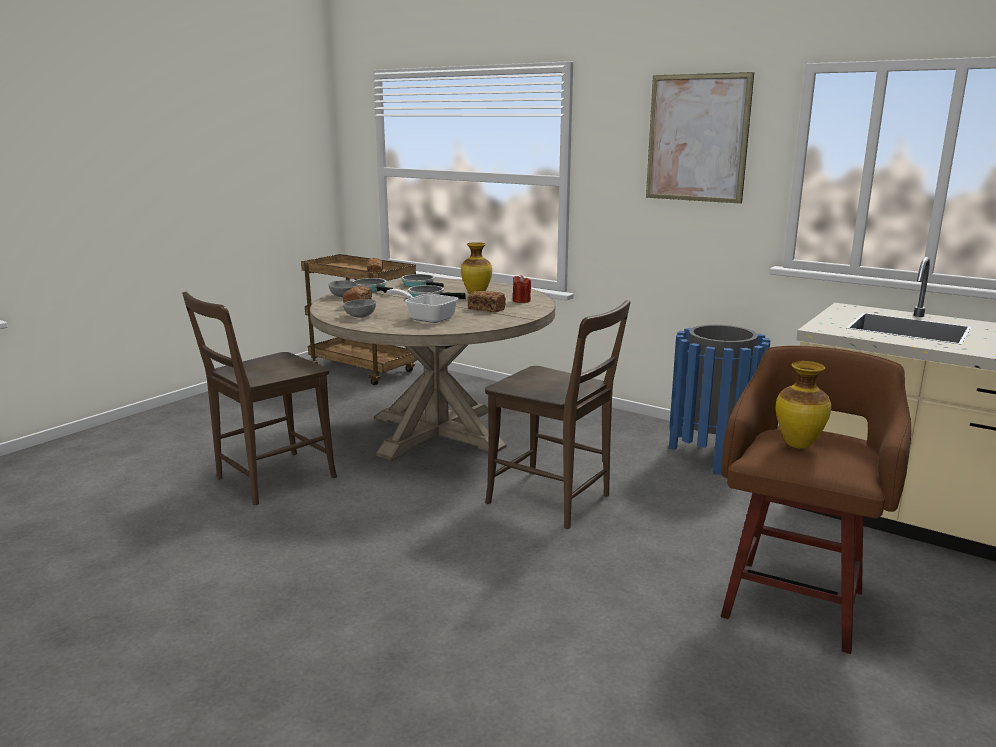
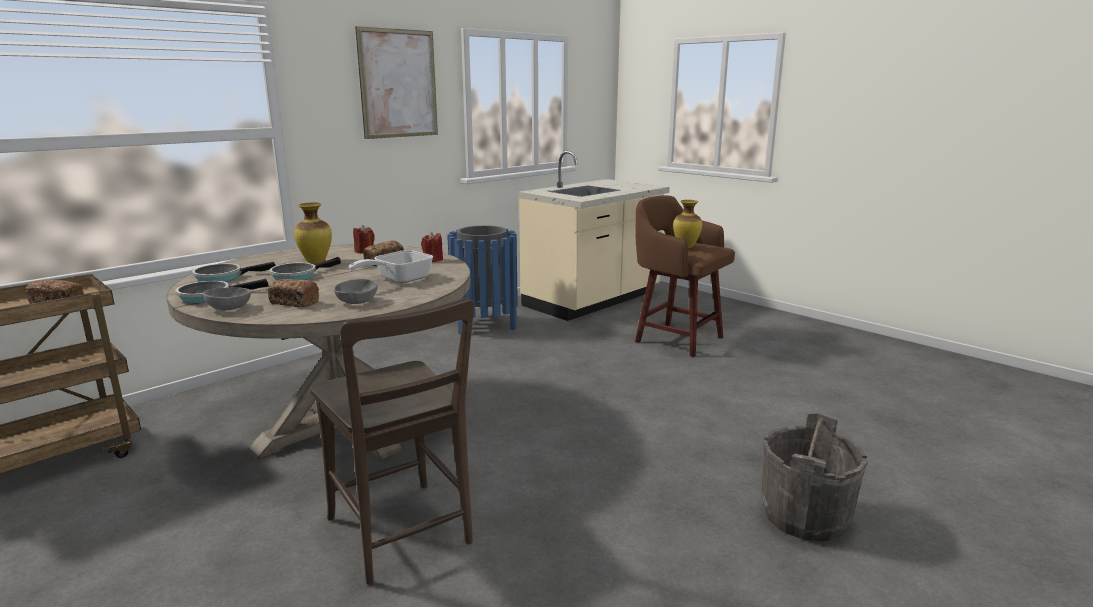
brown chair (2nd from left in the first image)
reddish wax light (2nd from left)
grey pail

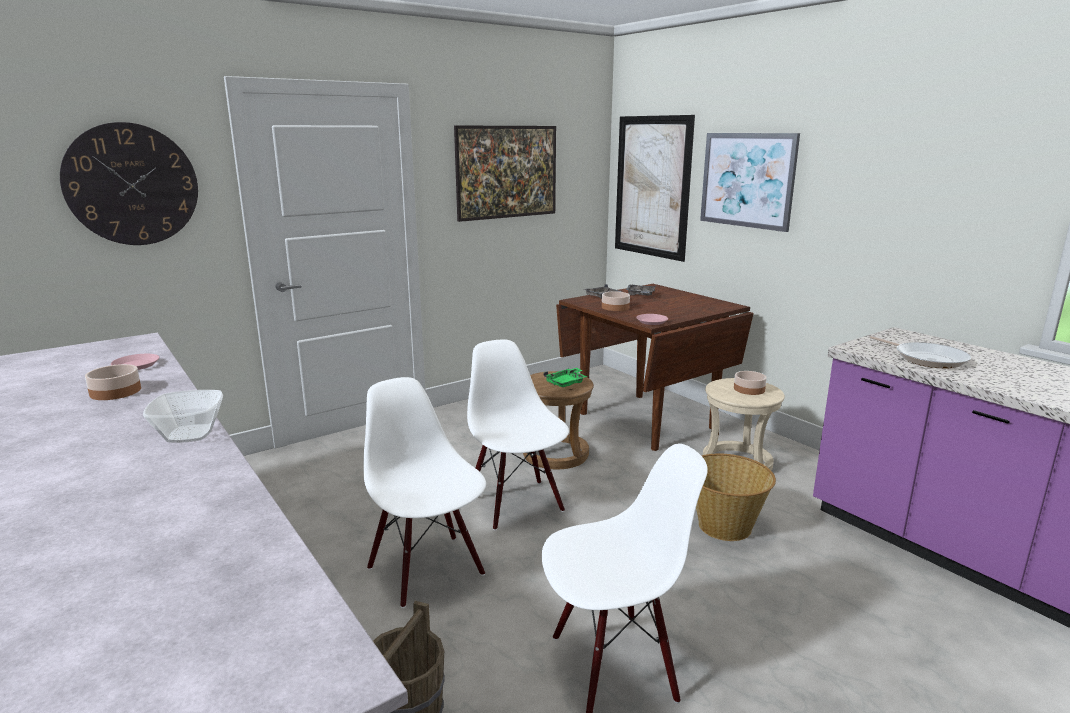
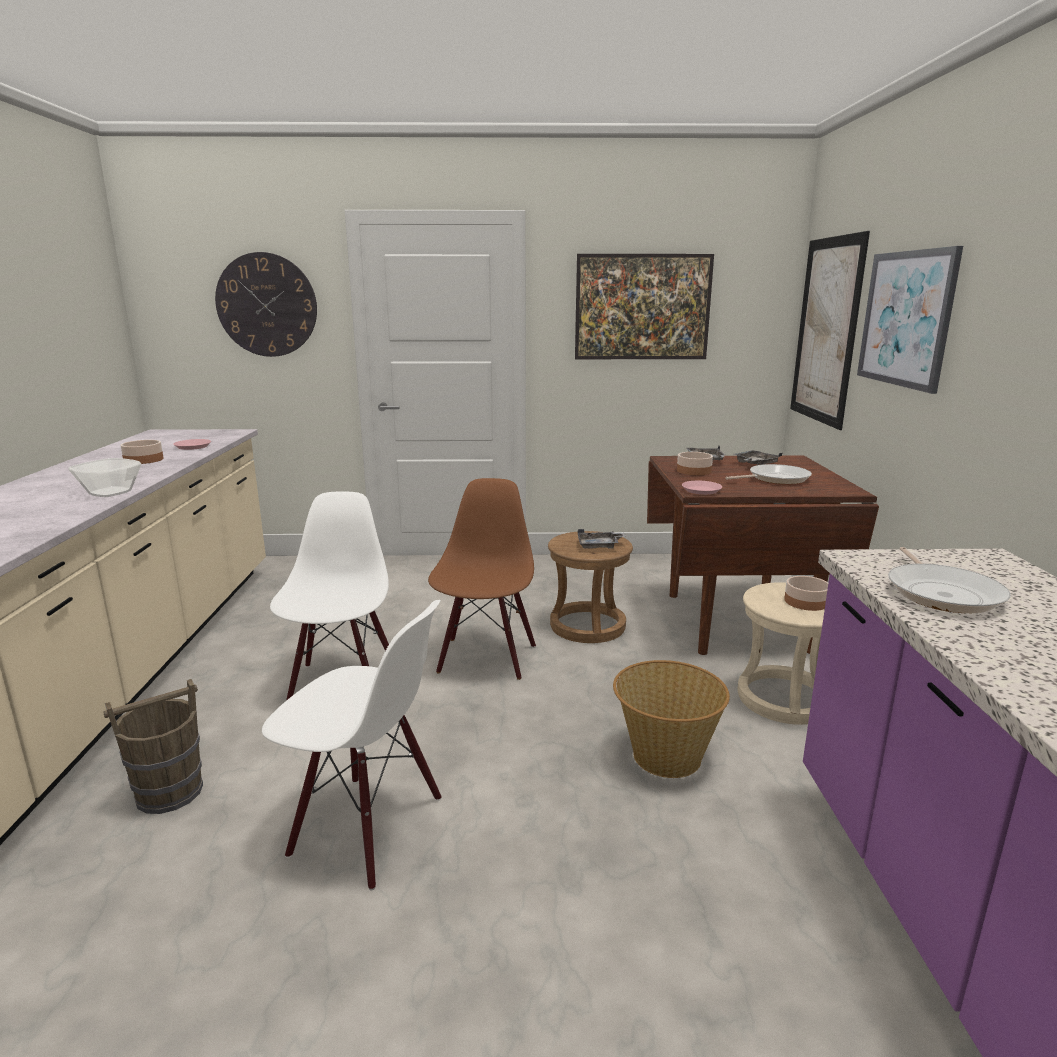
frying pan (1st from left)
brown chair
grey tray (1st from left)

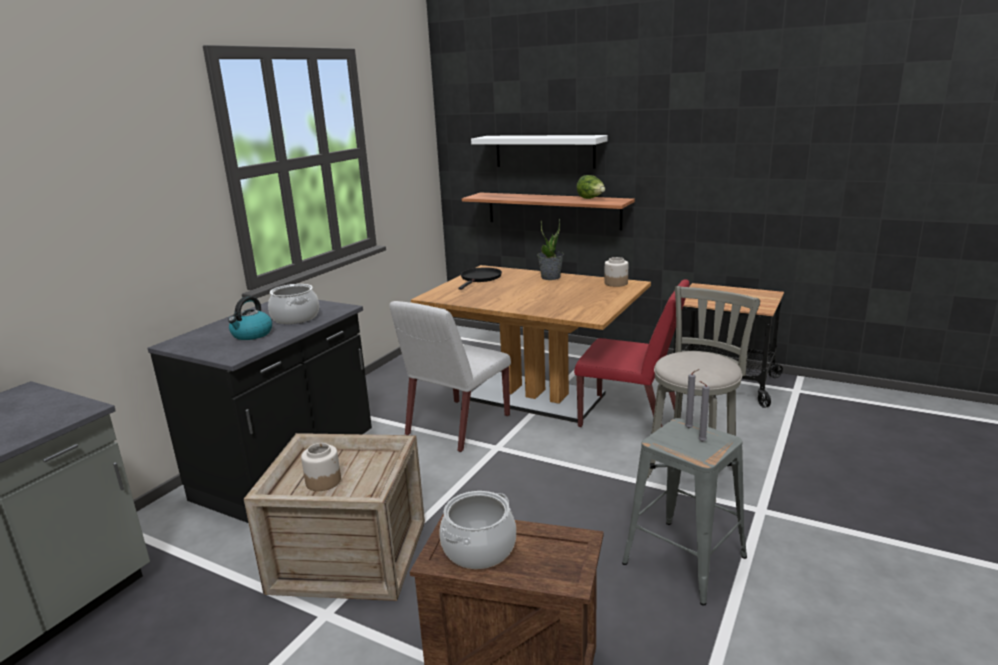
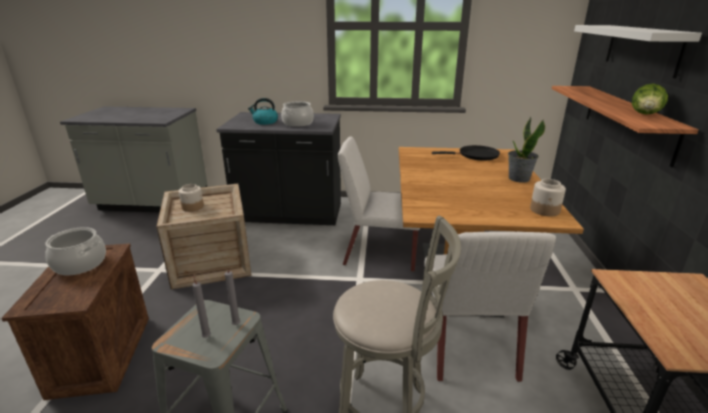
whitish chair (2nd from left)

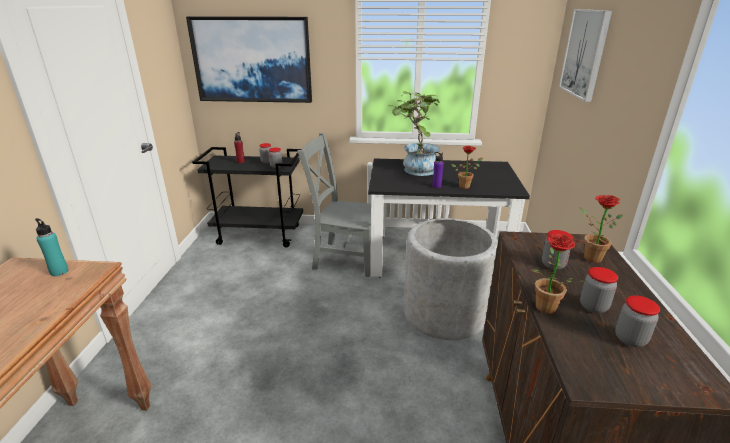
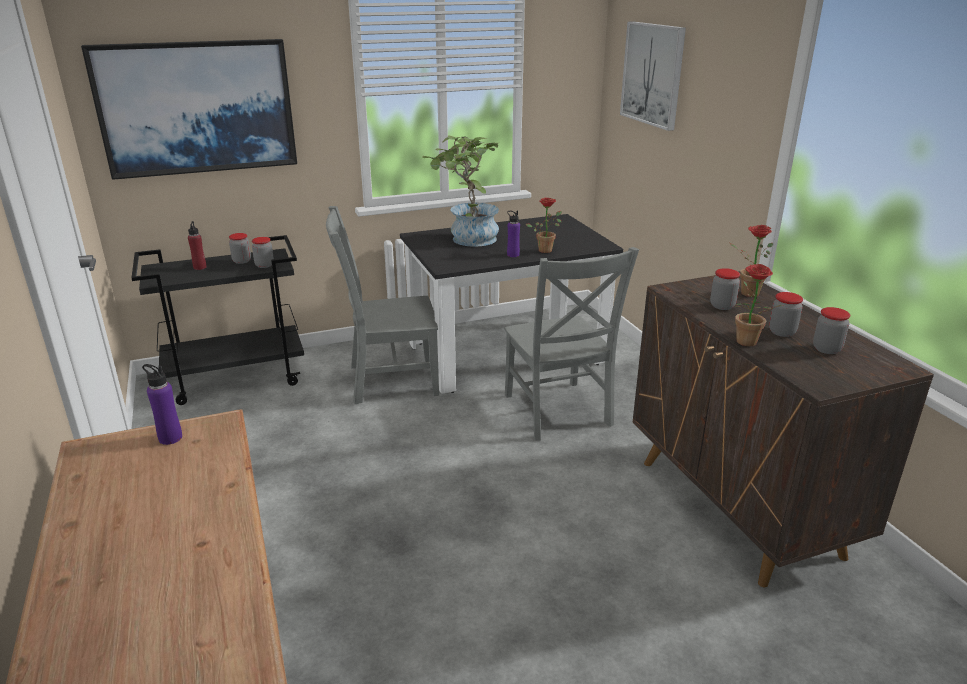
grey chair (2nd from left)
purple-coloured drink bottle (1st from left)

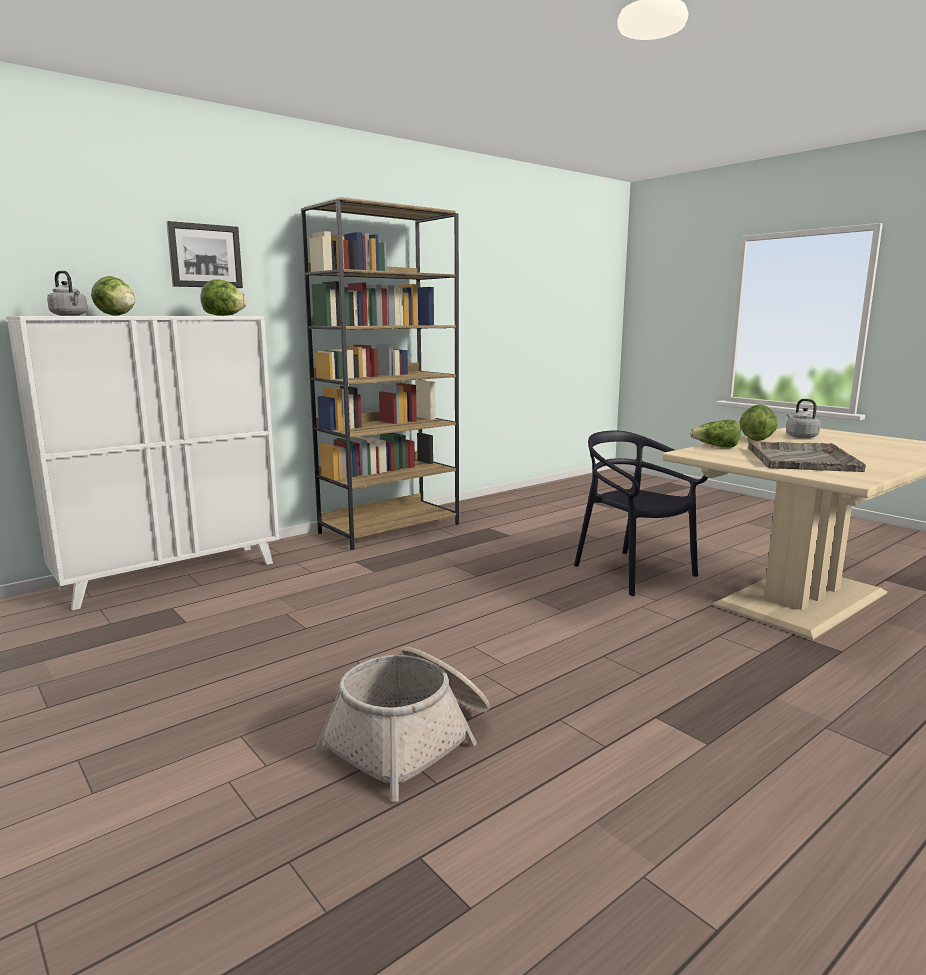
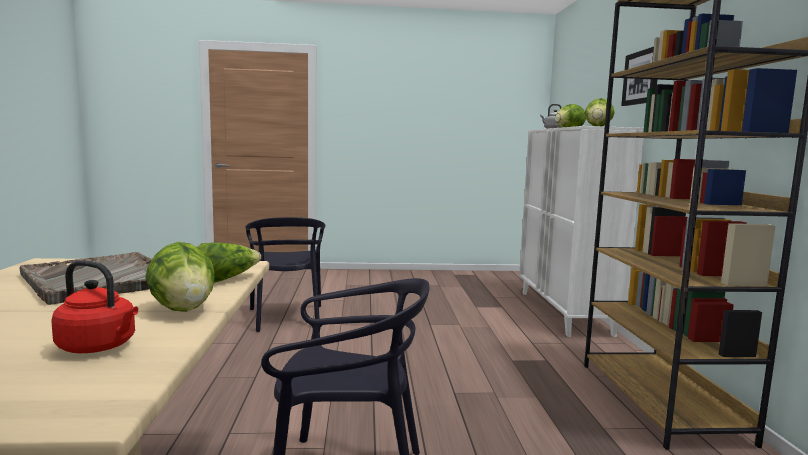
blackish chair (1st from left)
reddish water kettle

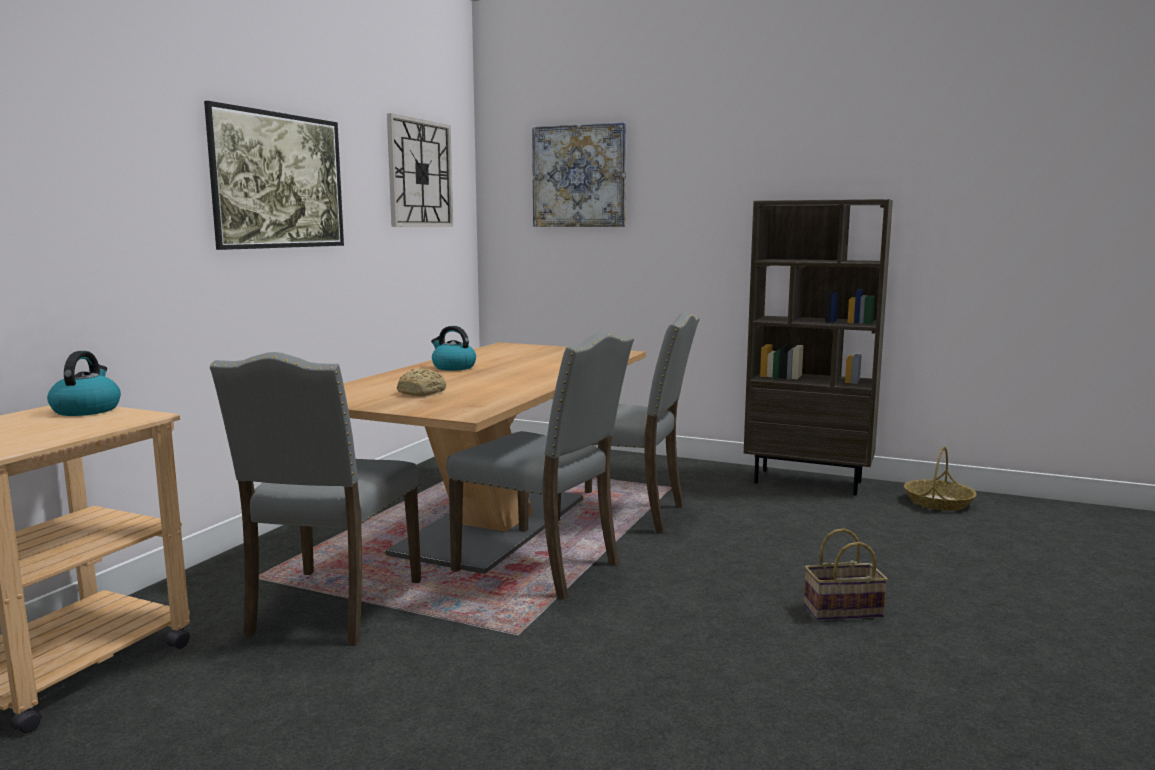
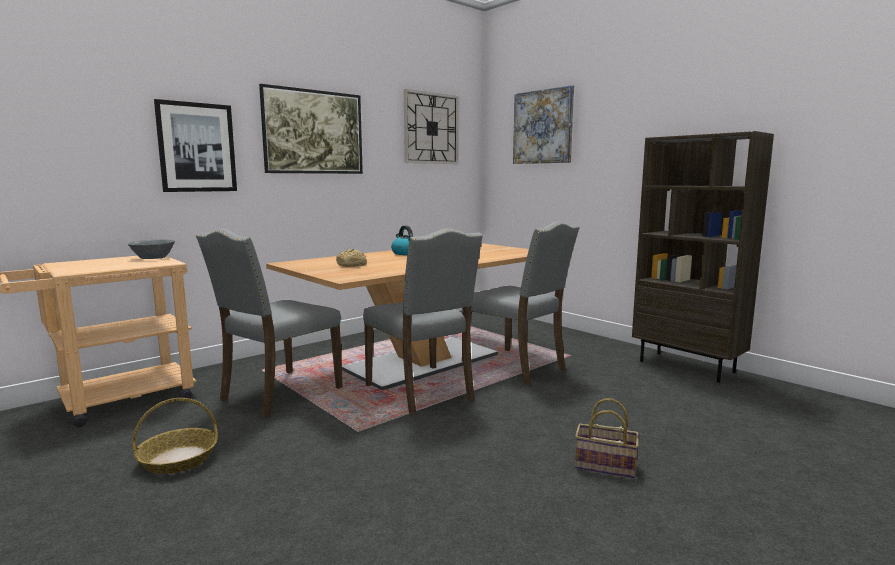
wall art (1st from left)
household basket (1st from left)
grey serving bowl

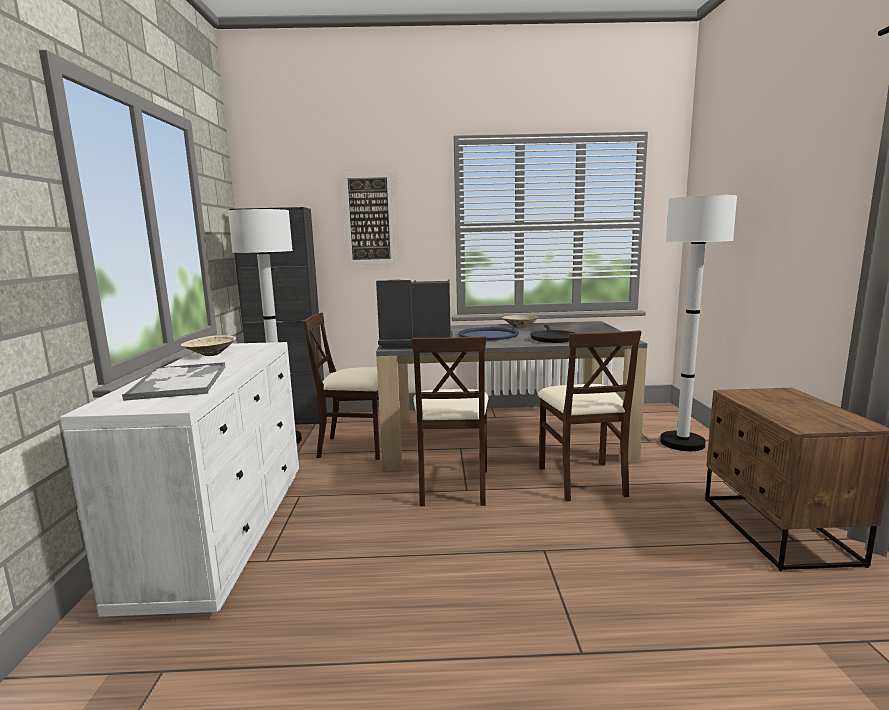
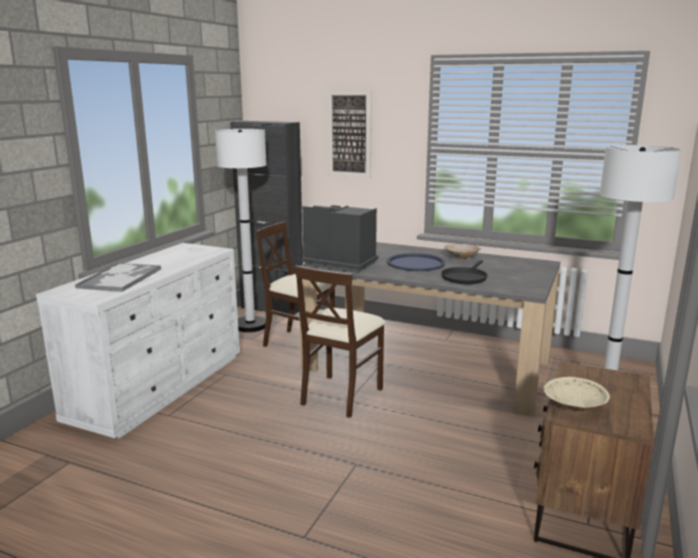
sand-coloured chair (3rd from left in the first image)
sand-coloured serving bowl (2nd from left)

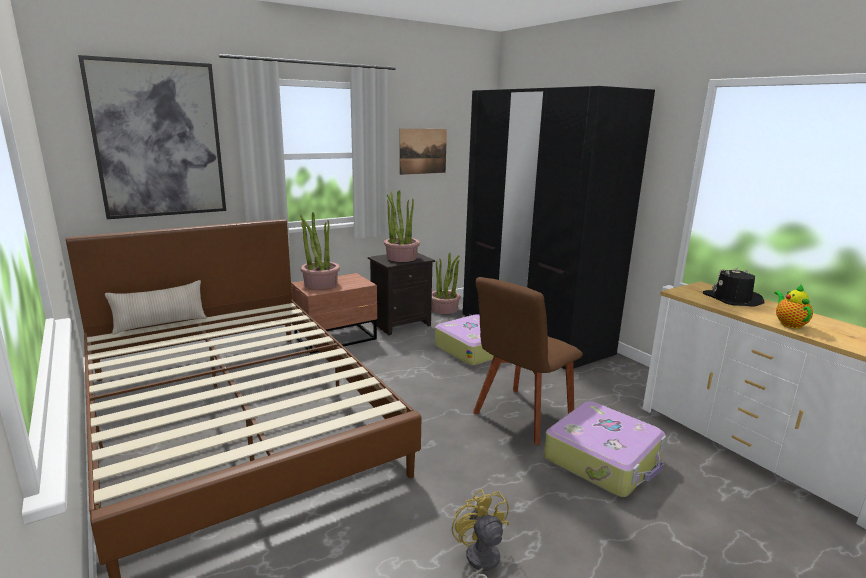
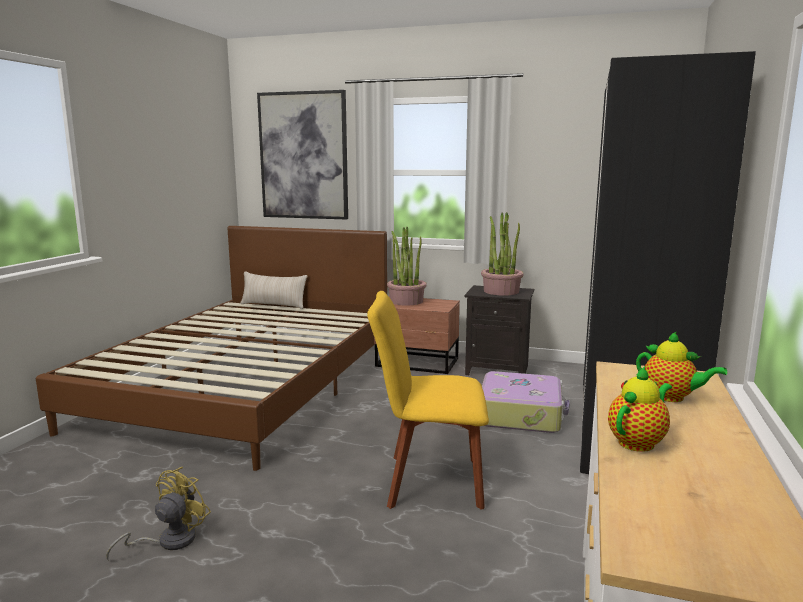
wall art (2nd from left in the first image)
plant in a pot (3rd from left in the first image)
travel case (2nd from left in the first image)
teapot (2nd from left)
yellowish chair

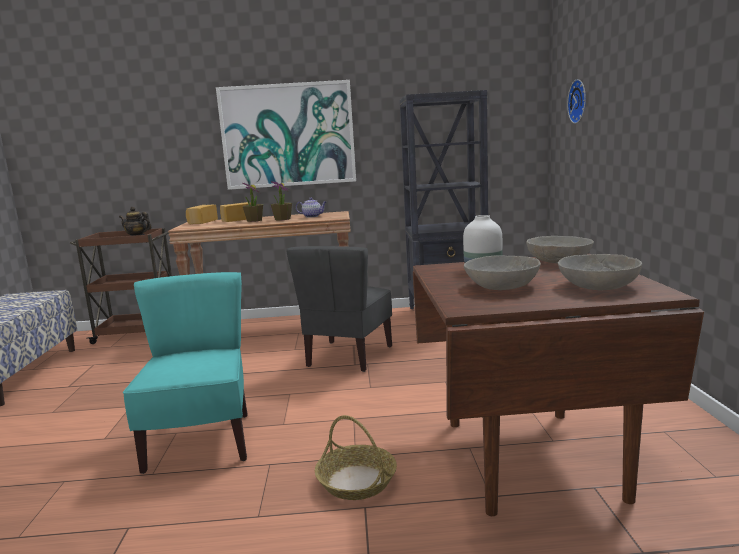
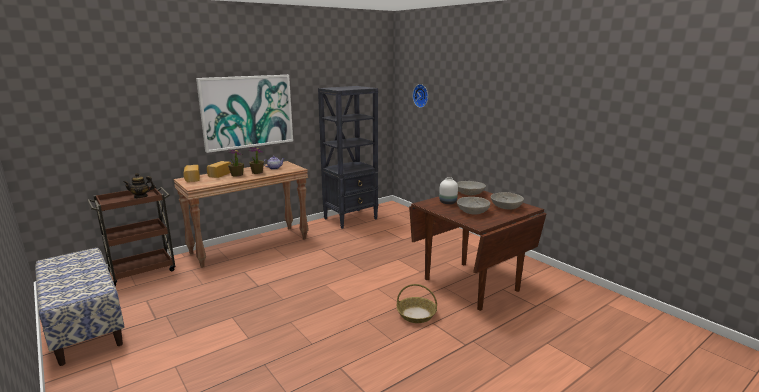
turquoise chair
grey chair

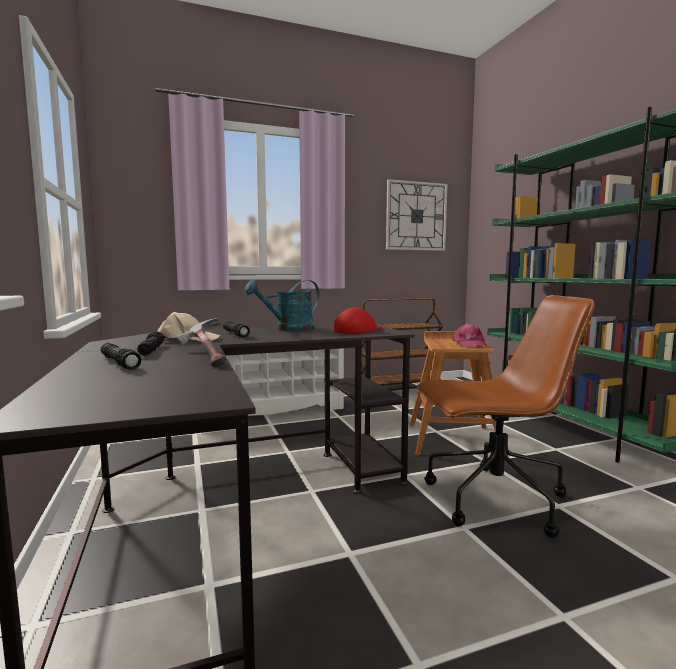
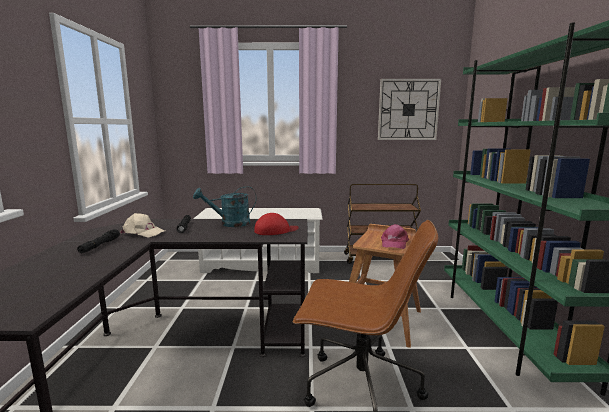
blackish flashlight (1st from left in the first image)
tool hammer

